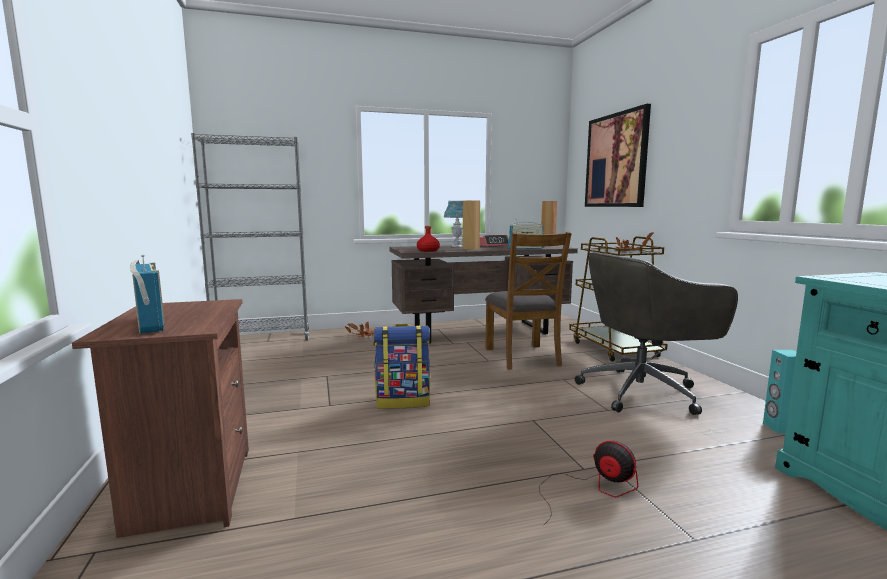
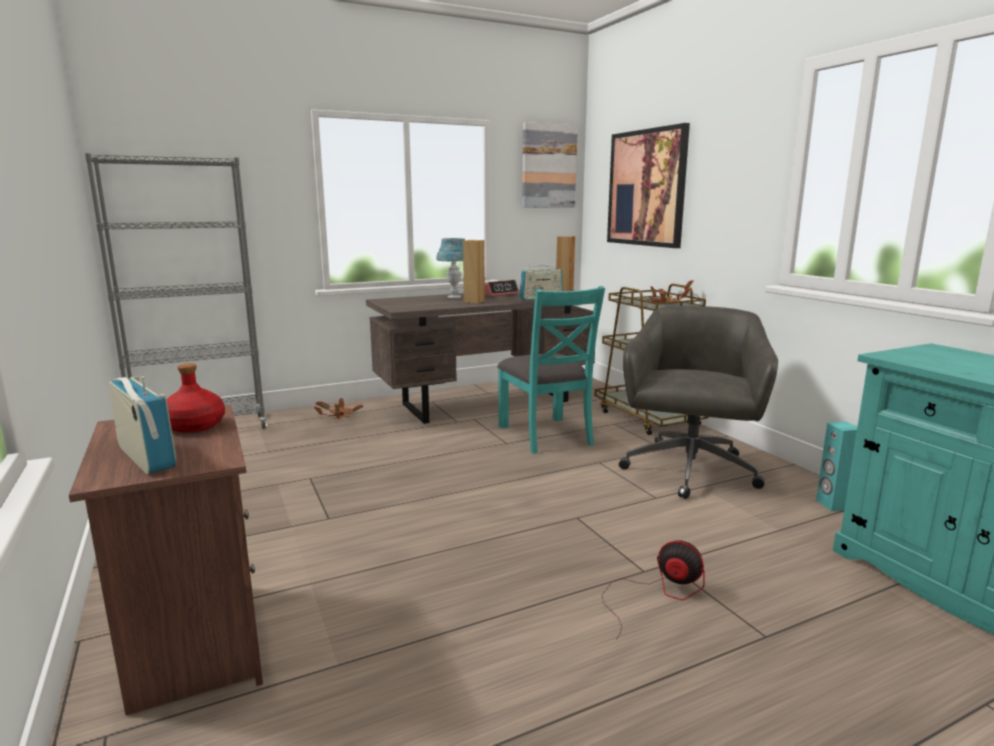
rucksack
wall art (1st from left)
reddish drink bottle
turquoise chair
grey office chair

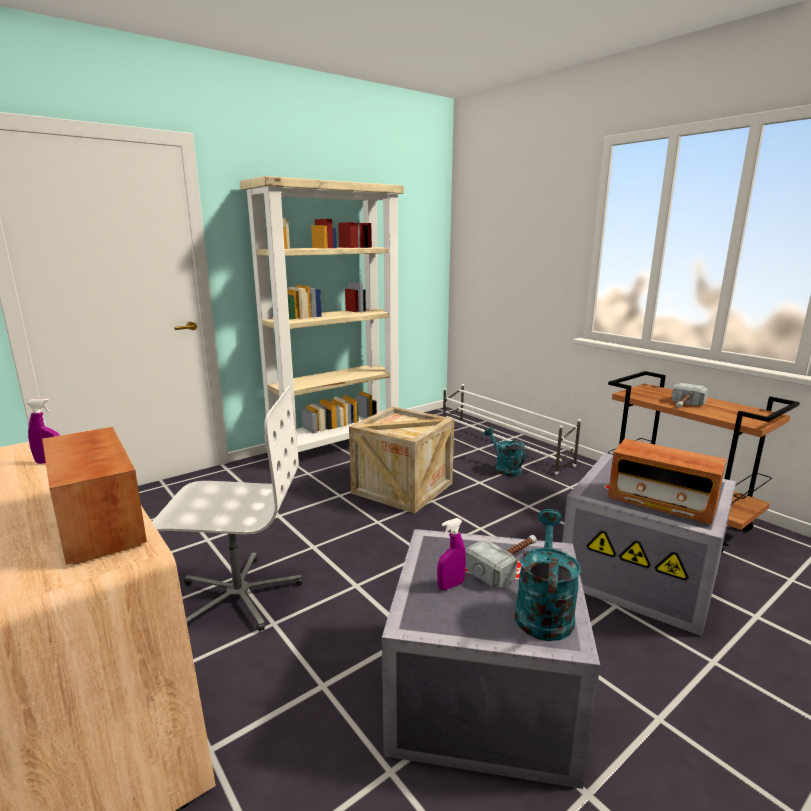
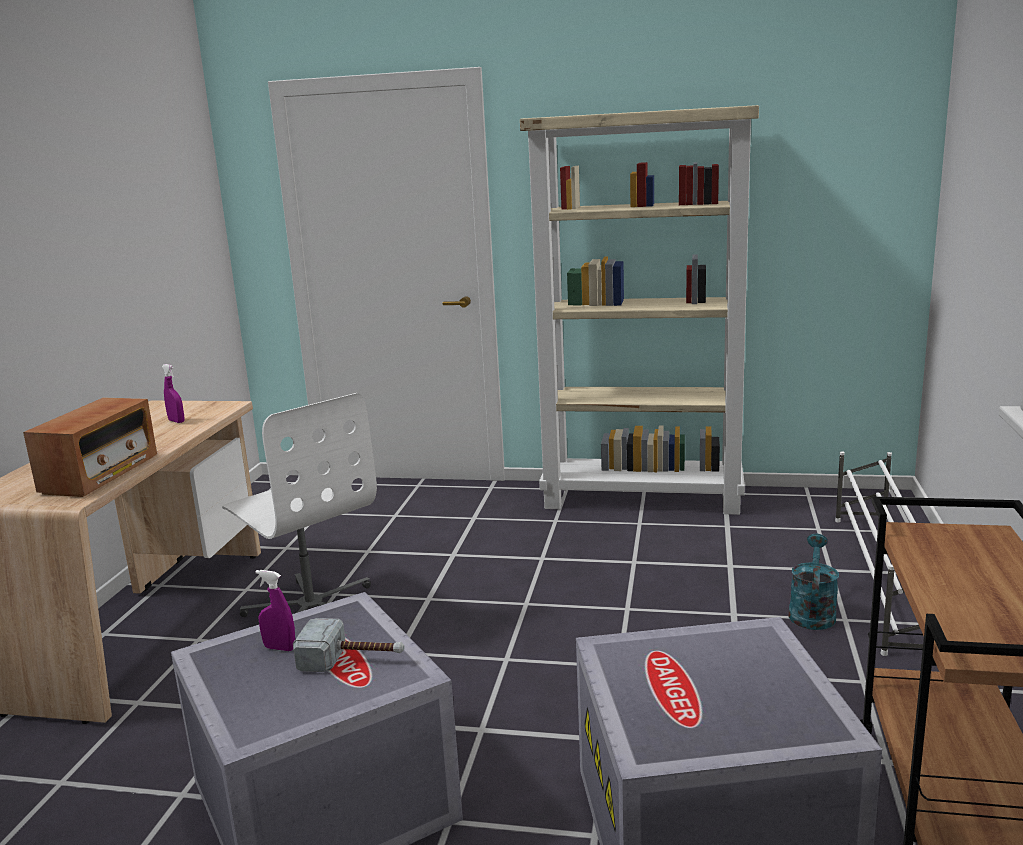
crate
turquoise watering pot (2nd from left in the first image)
radio set (2nd from left in the first image)
tool hammer (2nd from left in the first image)

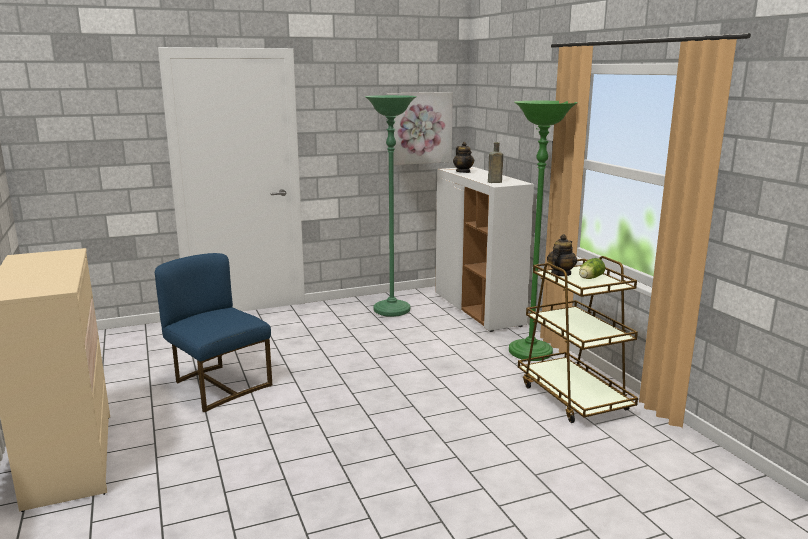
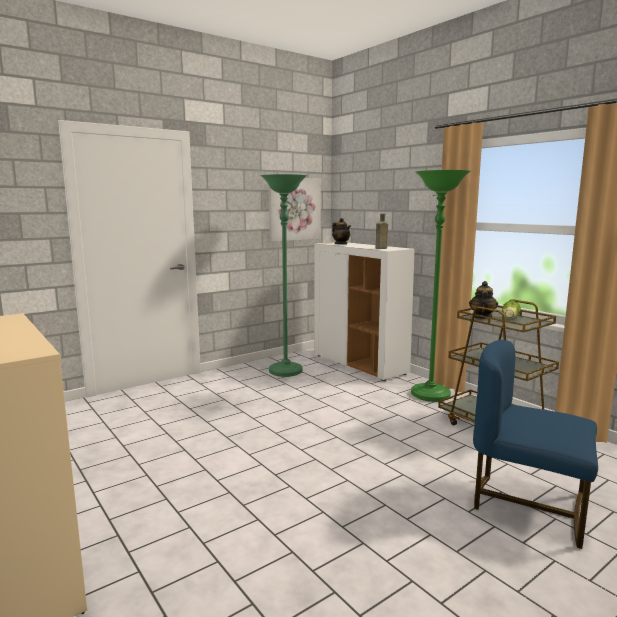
bluish chair

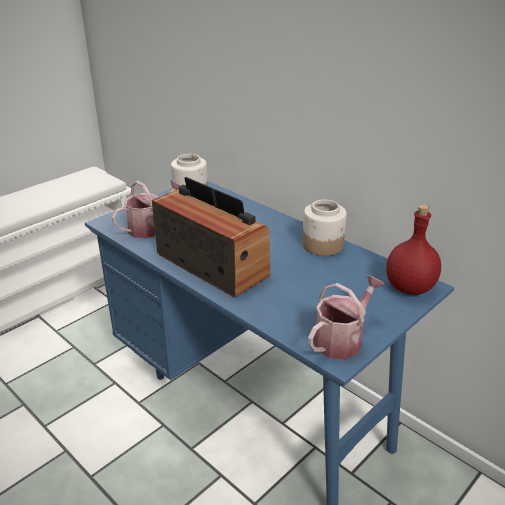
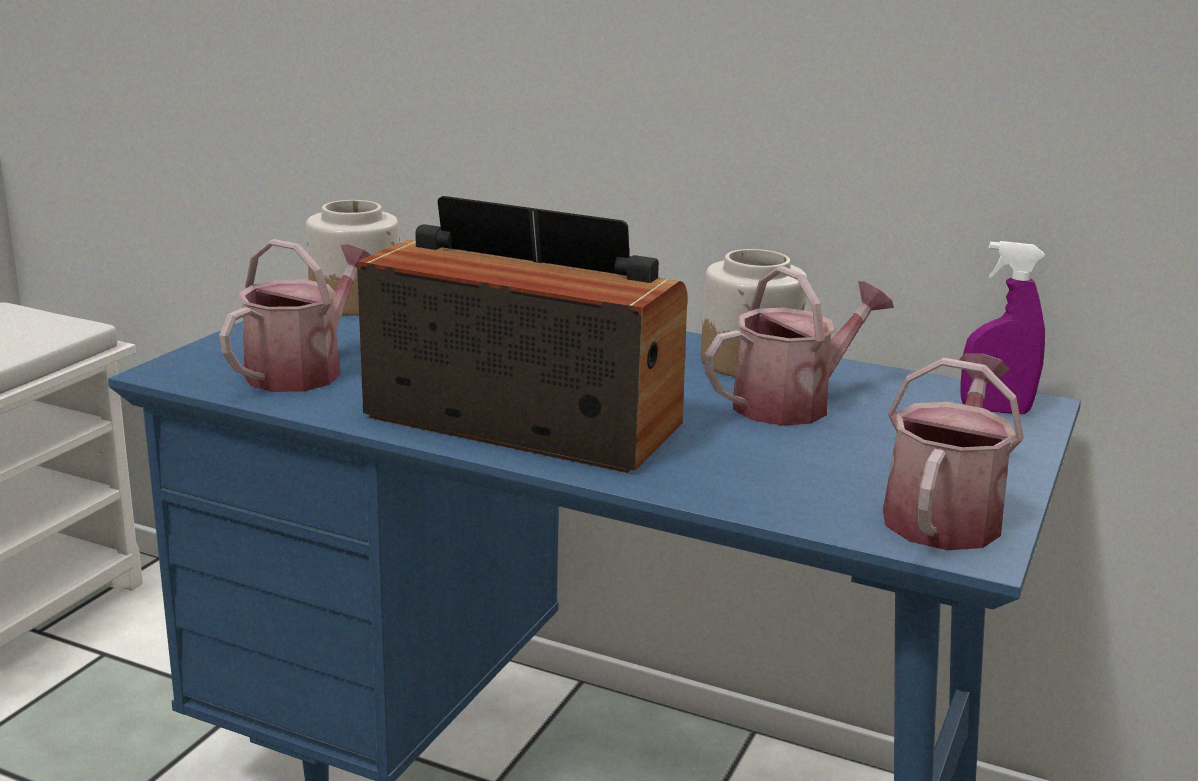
watering pot (2nd from left)
purple-coloured hand sprayer

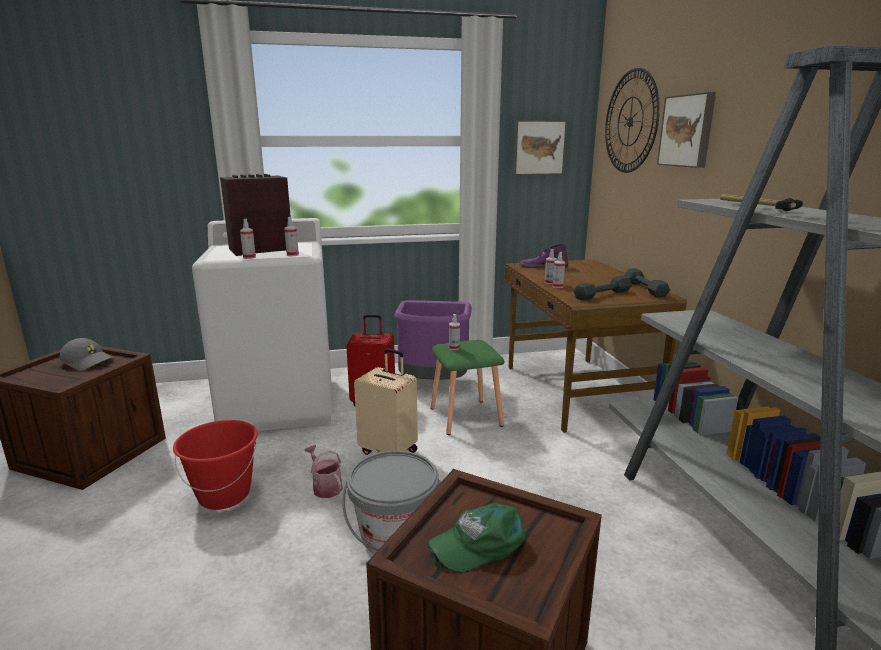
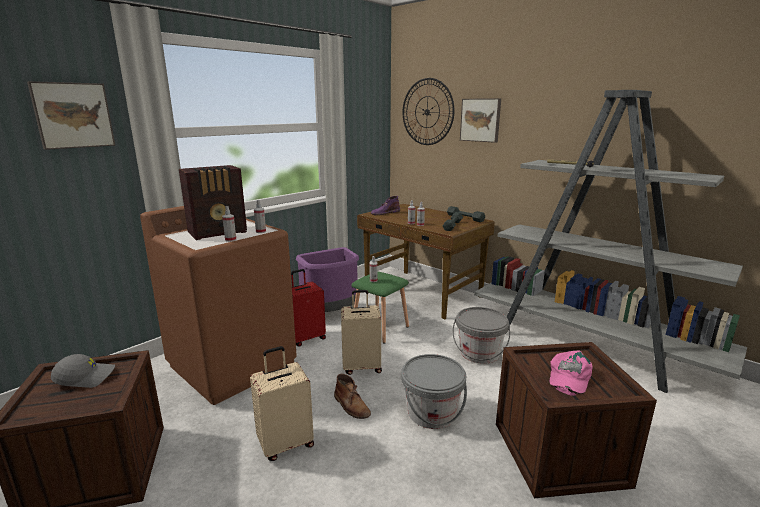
grey pail (2nd from left)
wall art (1st from left)
sand-coloured travel case (1st from left)
brown tall boot
brown washing machine
pink-coloured cap
radio set

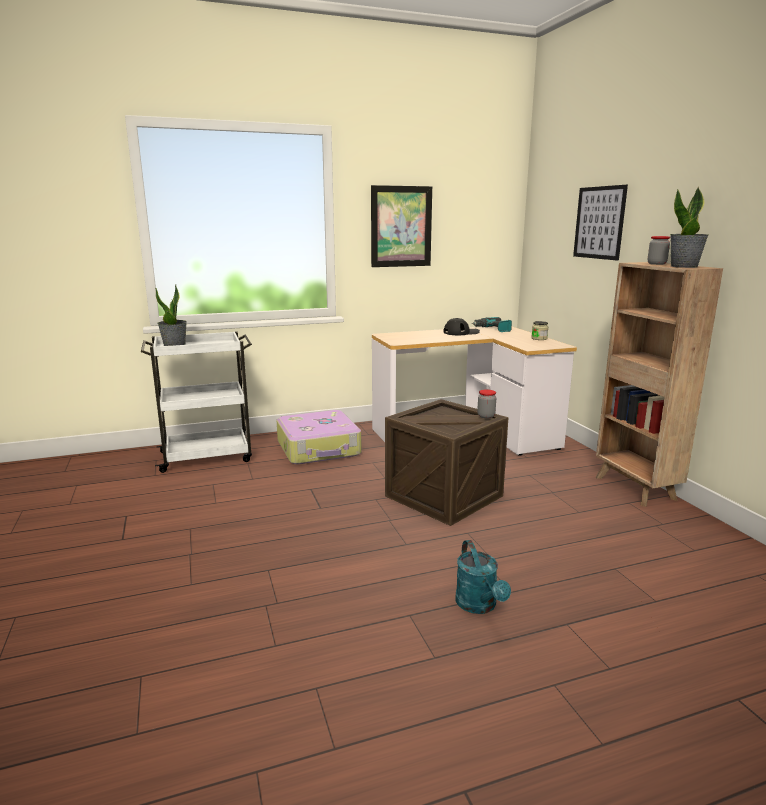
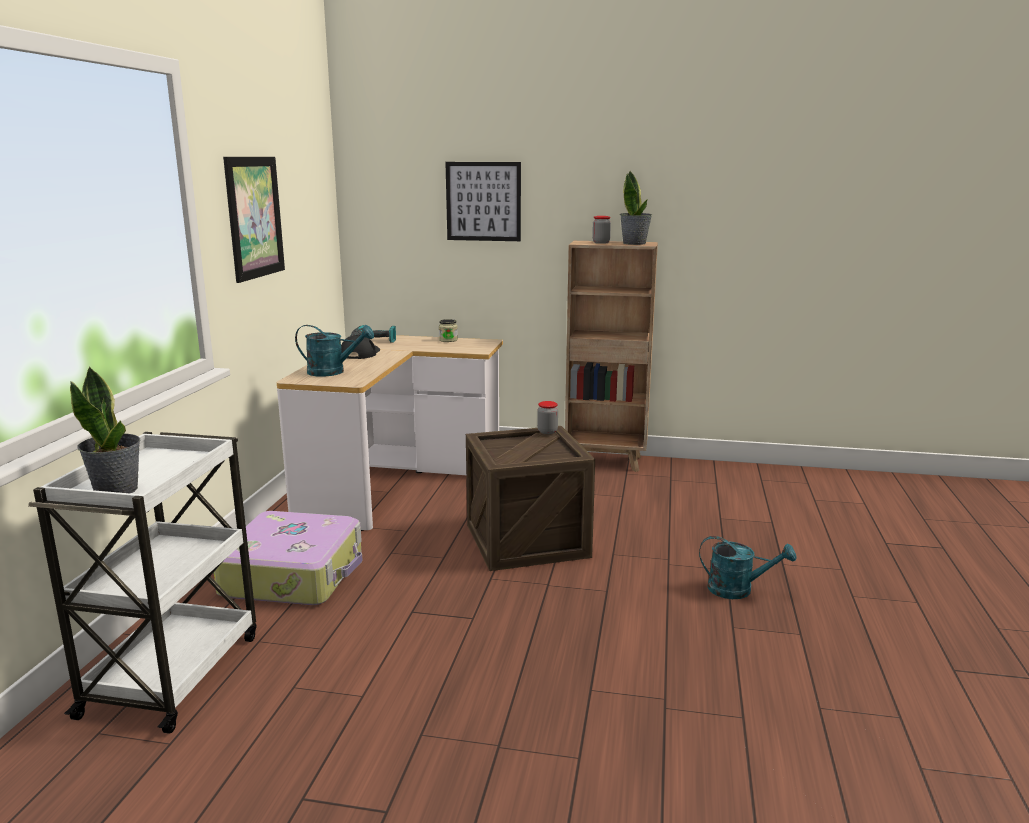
turquoise watering pot (1st from left)

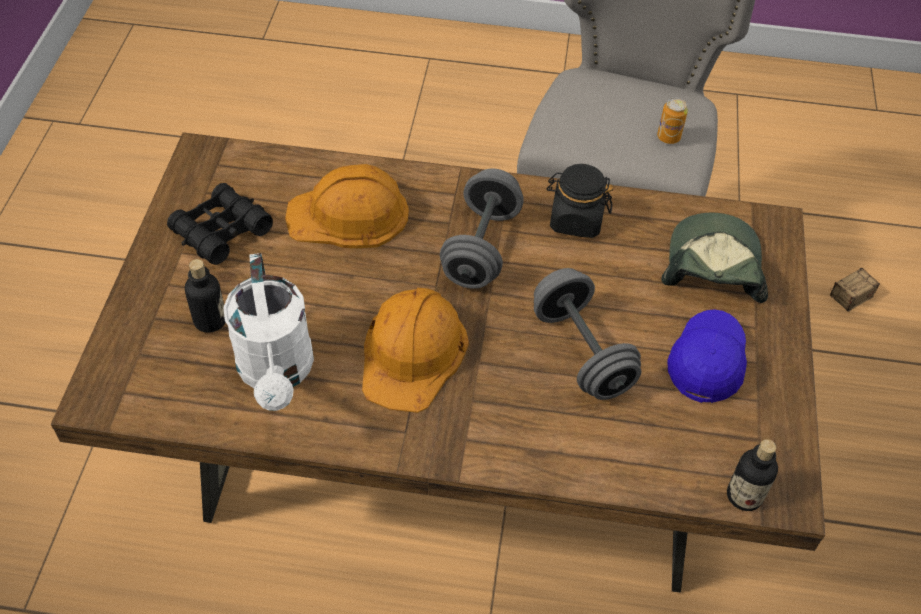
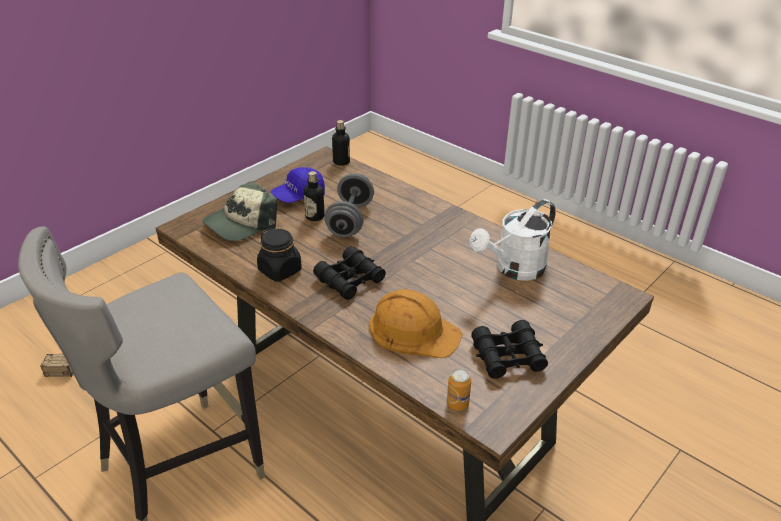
orangey hard hat (2nd from left in the first image)
drink bottle (1st from left)
sealed can
blackish pair of binoculars (1st from left)
whitish watering pot

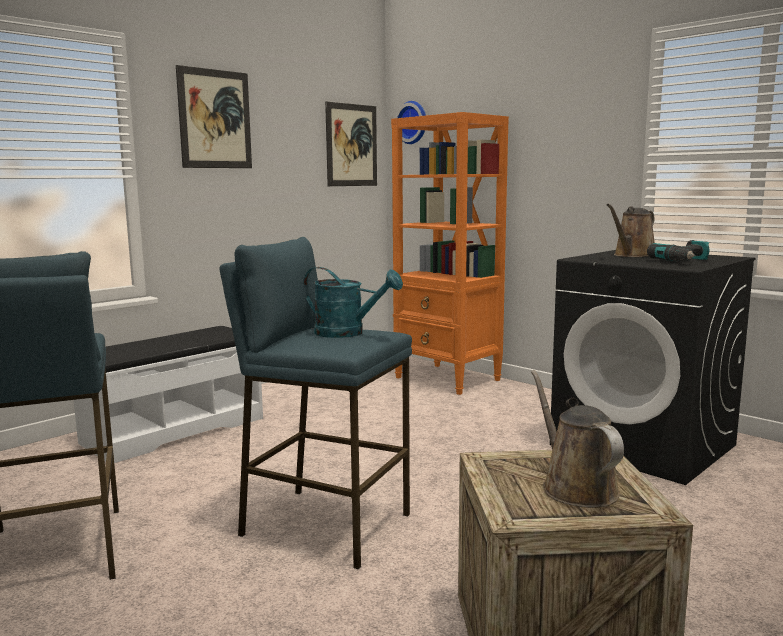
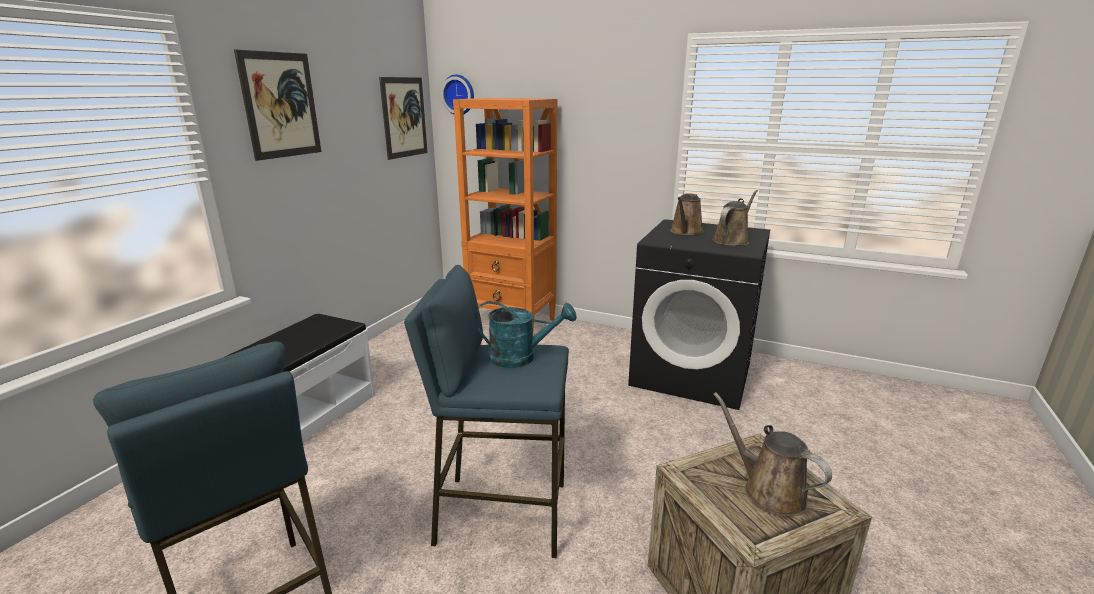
brown watering pot (2nd from left)

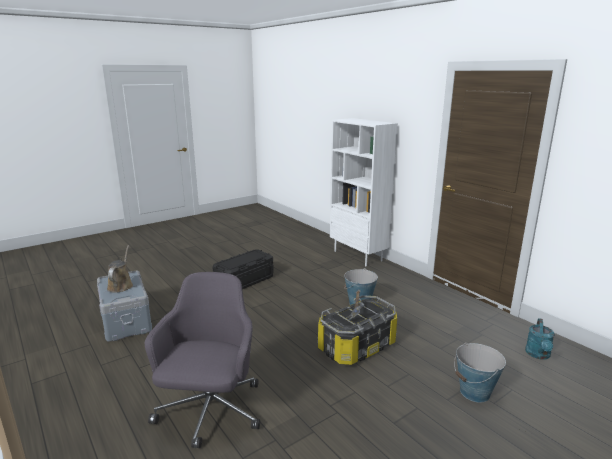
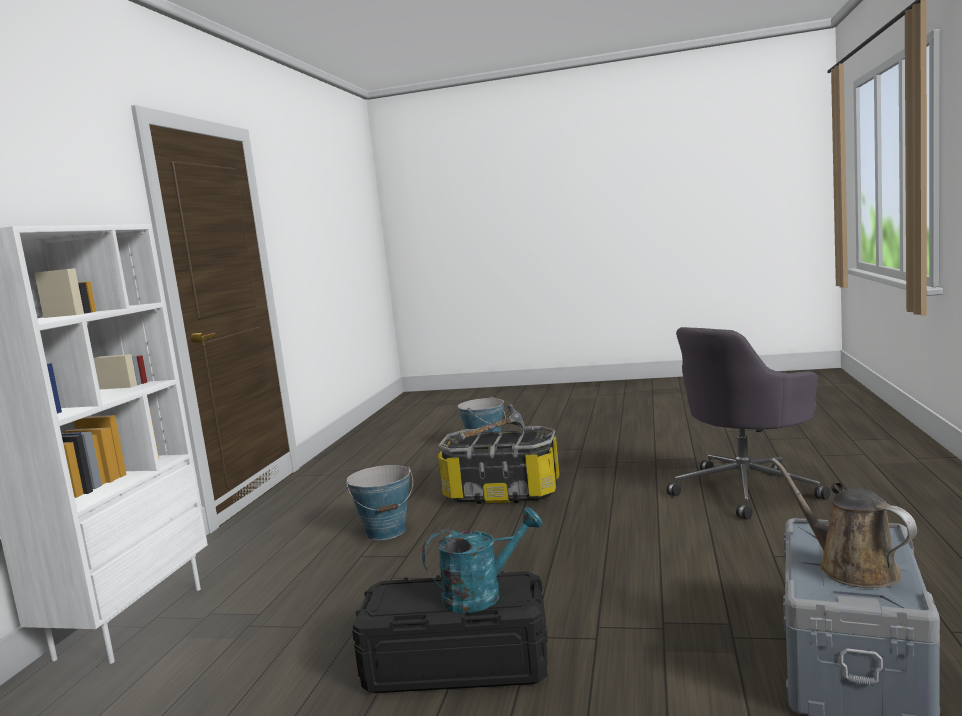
turquoise watering pot
brown watering pot

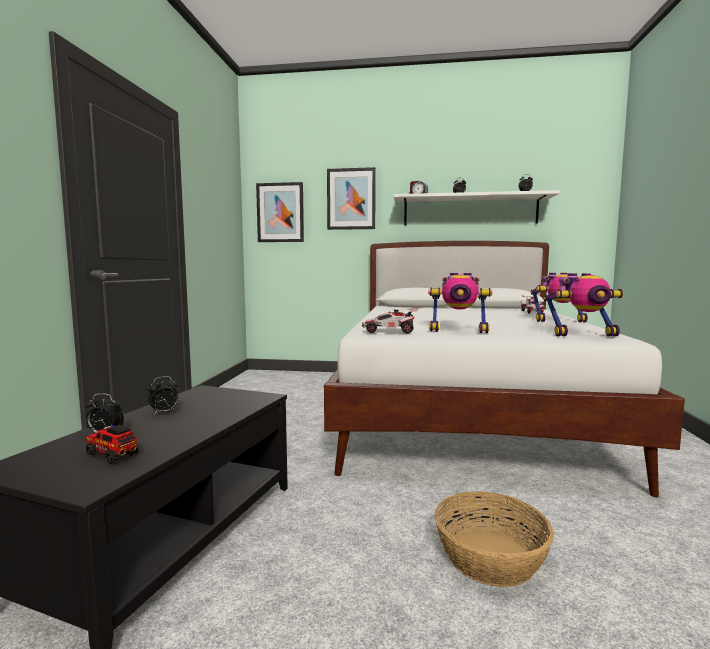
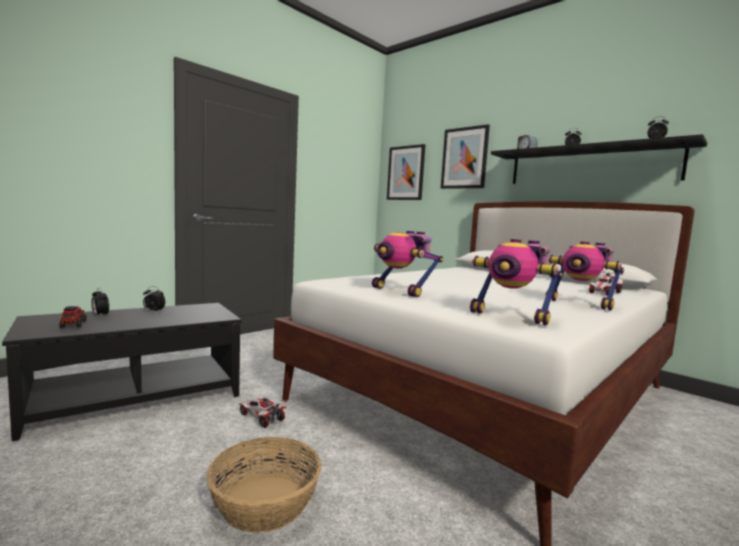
toy car (1st from left)
blackish wall shelf

